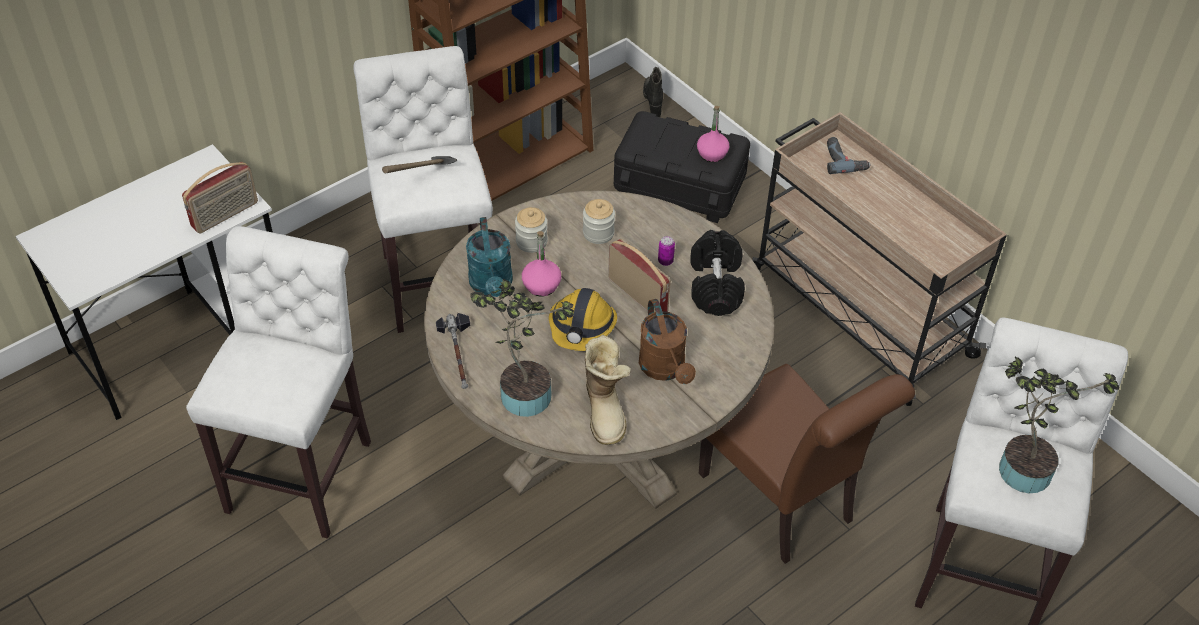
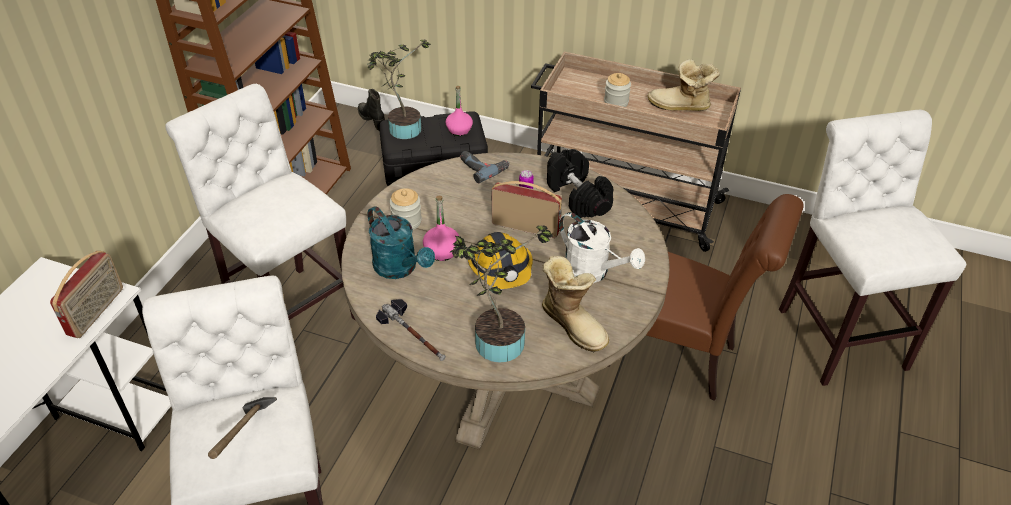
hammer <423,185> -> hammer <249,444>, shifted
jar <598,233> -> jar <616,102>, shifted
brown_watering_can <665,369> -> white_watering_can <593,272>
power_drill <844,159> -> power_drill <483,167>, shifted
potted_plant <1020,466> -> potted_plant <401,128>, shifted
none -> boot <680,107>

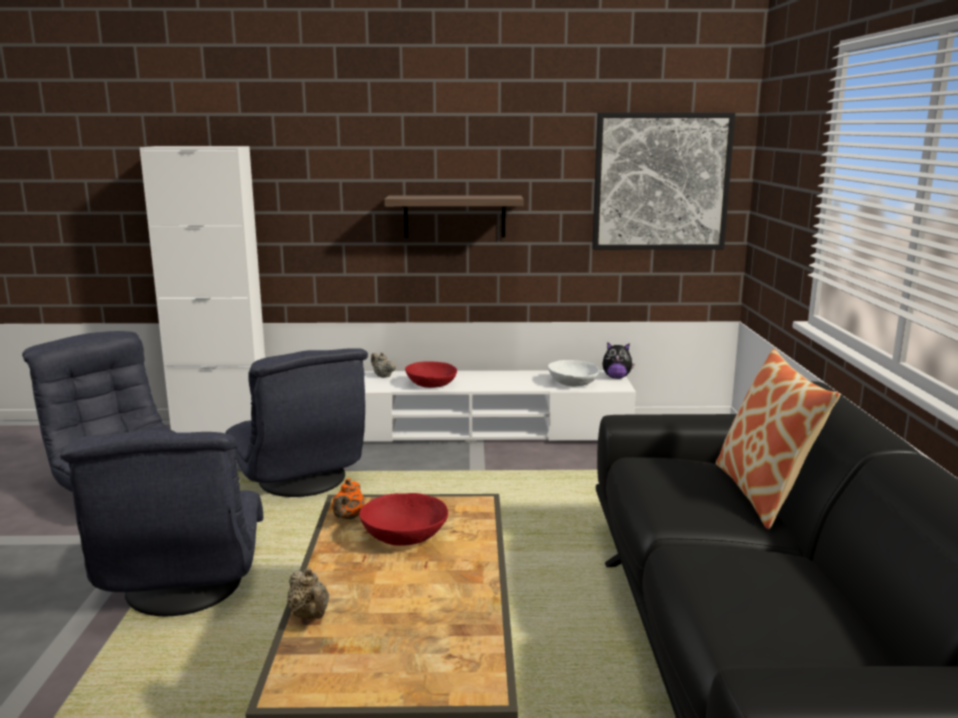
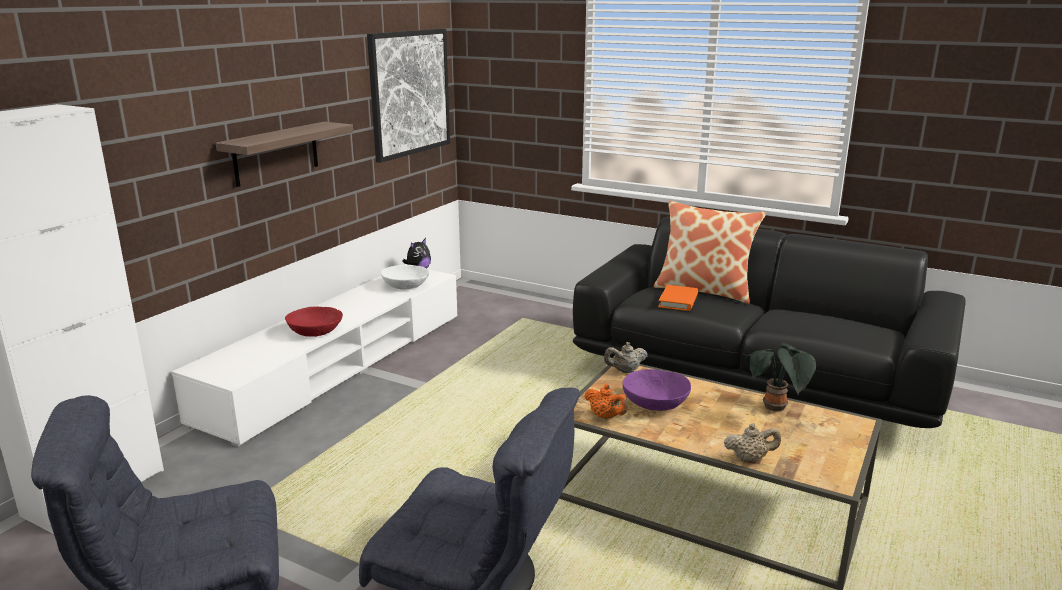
grey_armchair <300,481> -> none
red_bowl <404,536> -> purple_bowl <655,403>
beige_teapot <382,376> -> beige_teapot <625,371>, shifted
none -> orange_book <678,301>
none -> potted_plant <776,409>

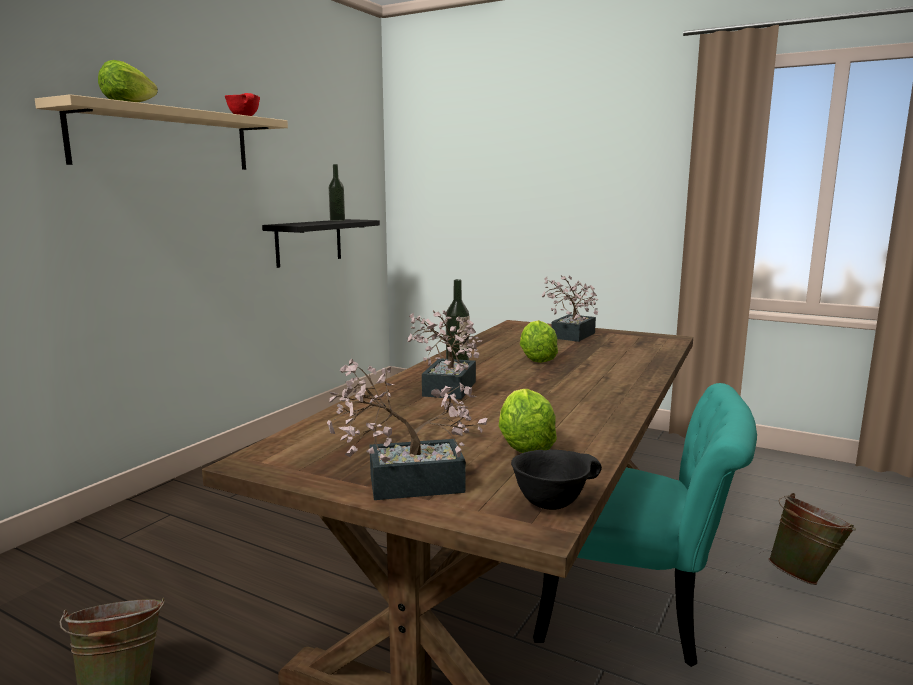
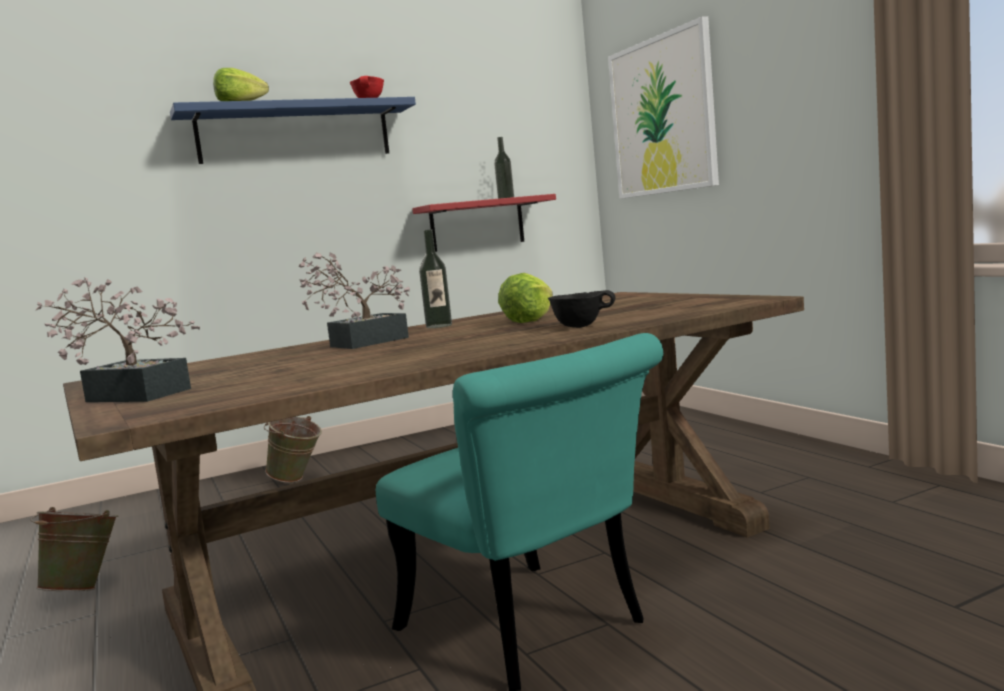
beige_shelf <164,140> -> blue_shelf <295,133>
black_shelf <309,242> -> red_shelf <477,224>
lettuce <524,445> -> none
black_bowl <551,503> -> black_bowl <580,326>, shifted
potted_plant <570,336> -> none
green_bucket <806,576> -> green_bucket <297,480>, shifted
none -> picture <662,116>

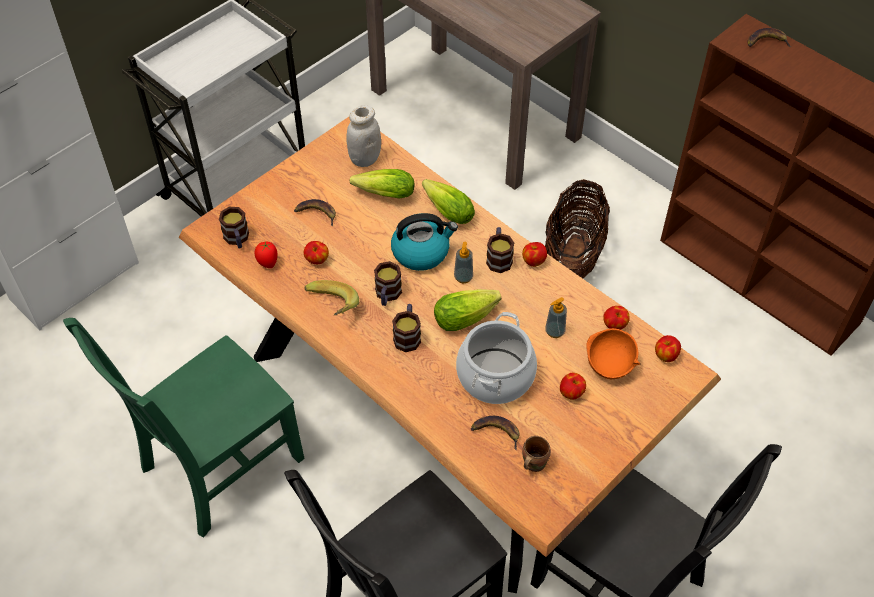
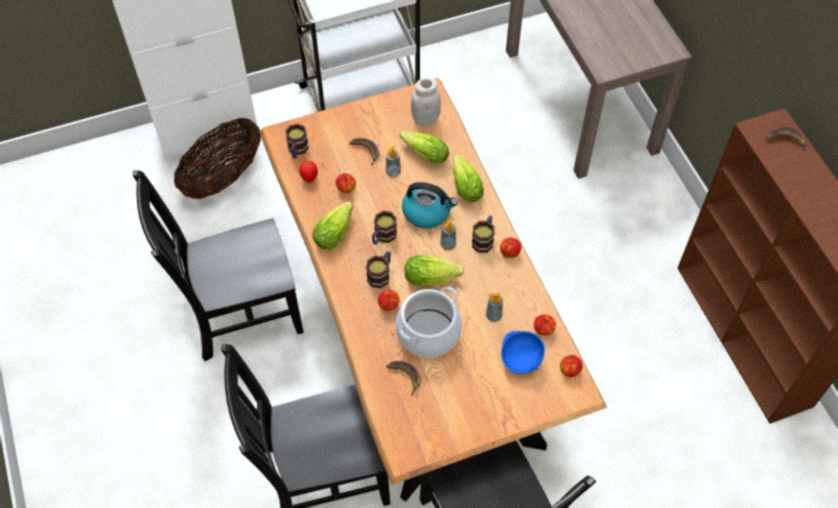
green_chair <217,466> -> black_chair <239,313>
banana <330,309> -> lettuce <336,231>
brown_mug <532,463> -> none
basket <572,256> -> basket <223,177>, shifted
apple <571,393> -> apple <389,305>, shifted
orange_bowl <610,365> -> blue_bowl <521,360>
none -> soap_dispenser <393,172>

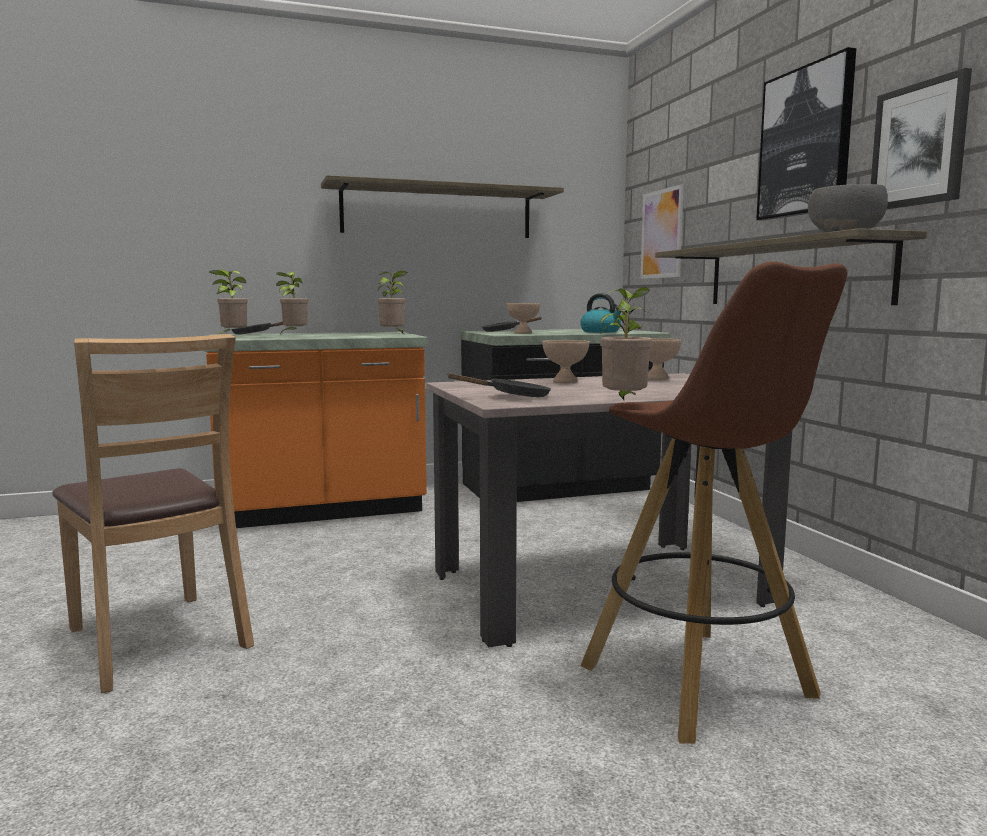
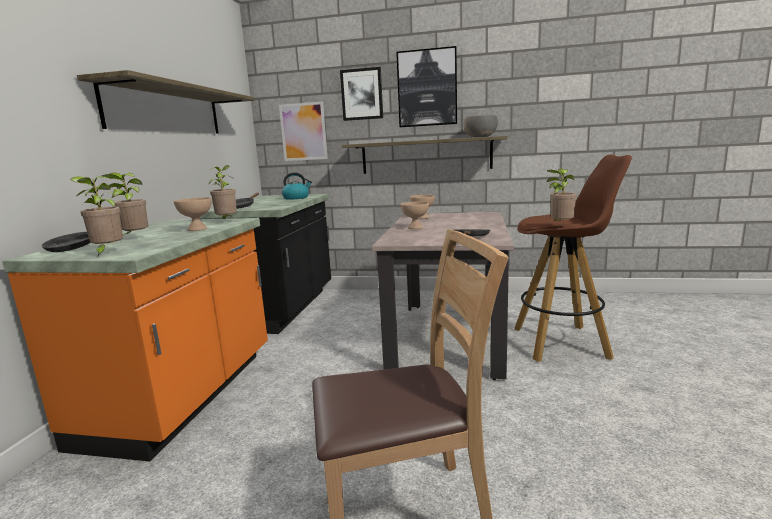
beige_bowl <523,333> -> beige_bowl <197,229>, shifted
picture <919,145> -> picture <362,94>, shifted

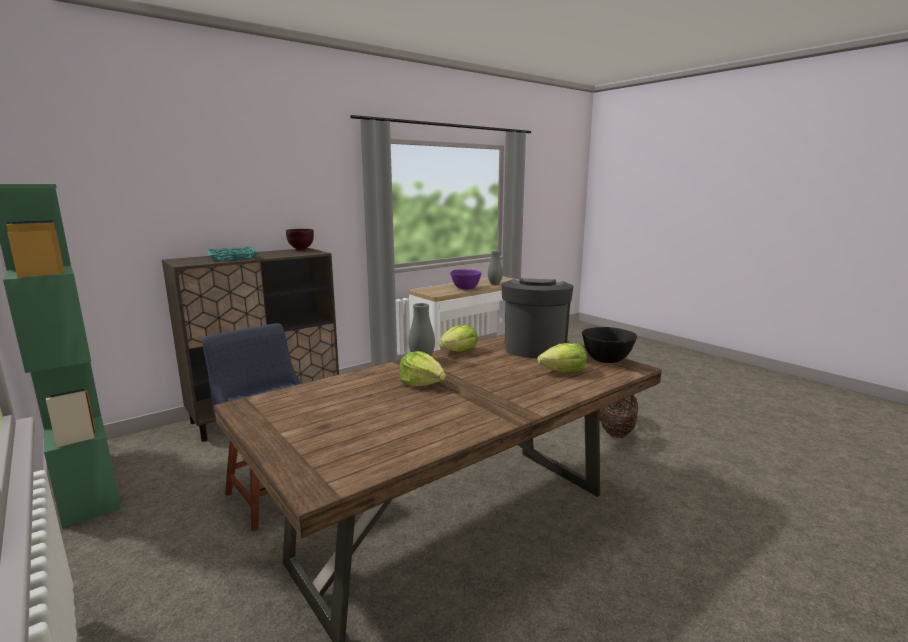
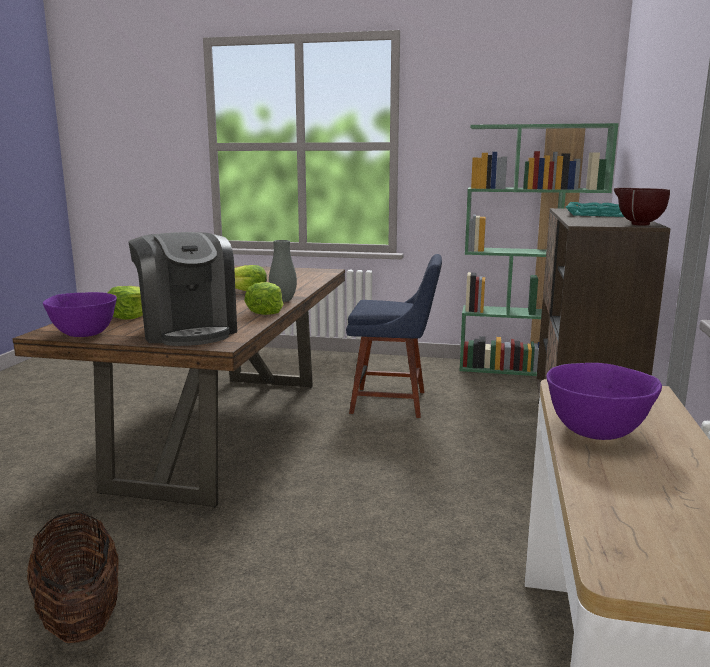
grey_vase <494,284> -> none
black_bowl <607,360> -> purple_bowl <84,334>

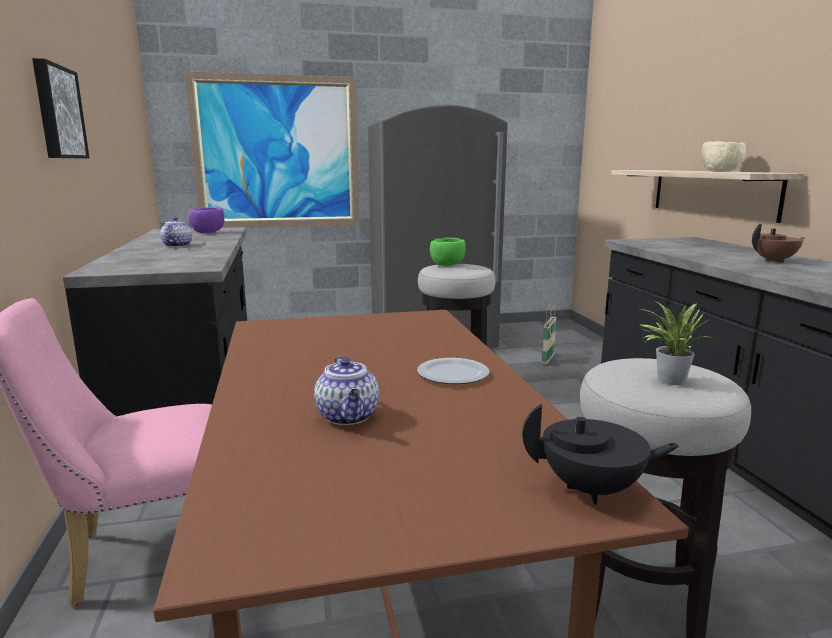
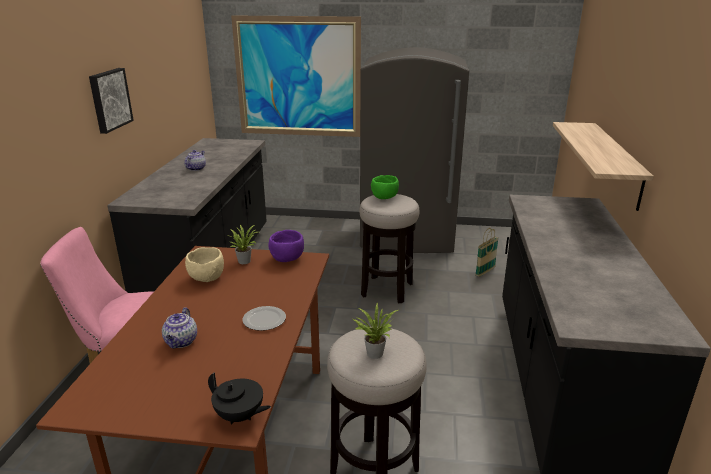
purple_bowl <208,232> -> purple_bowl <288,258>, shifted
beige_bowl <719,171> -> beige_bowl <206,277>, shifted
brown_teapot <774,261> -> none
none -> potted_plant <244,260>

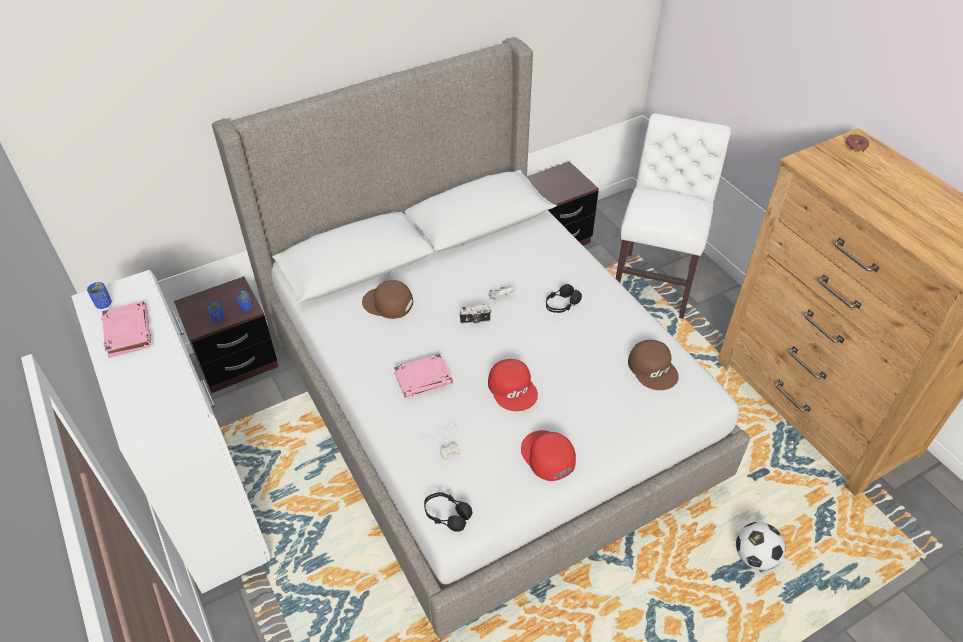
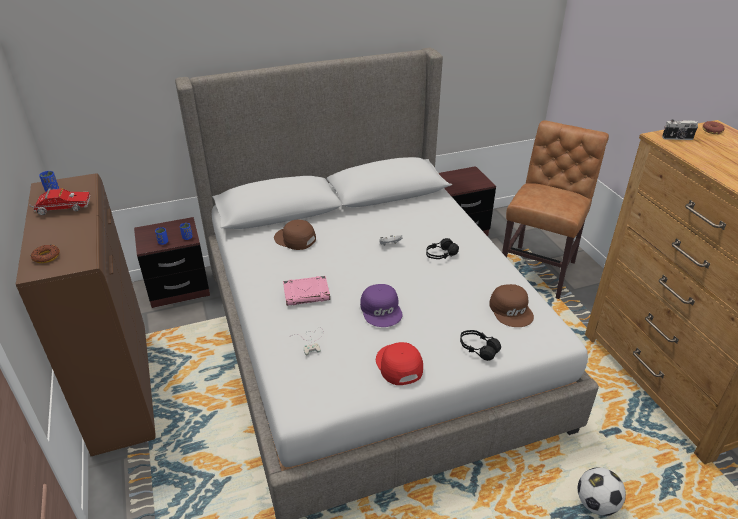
white_cabinet <209,504> -> brown_cabinet <121,389>
pink_book <127,332> -> toy_truck <61,209>
black_headphones <446,515> -> black_headphones <478,349>, shifted
photo_camera <475,321> -> photo_camera <678,138>, shifted
red_cap <513,388> -> purple_cap <381,310>
white_chair <655,281> -> brown_chair <539,268>
none -> donut <46,257>

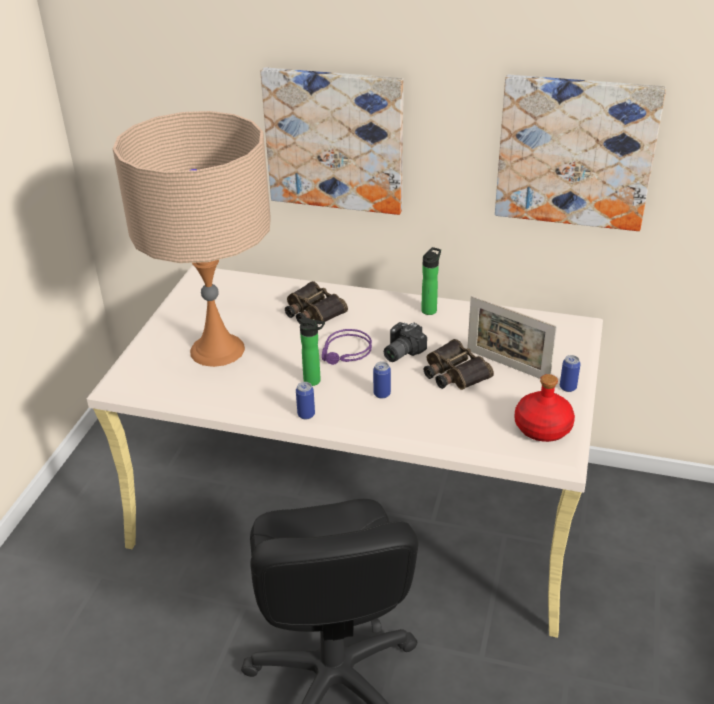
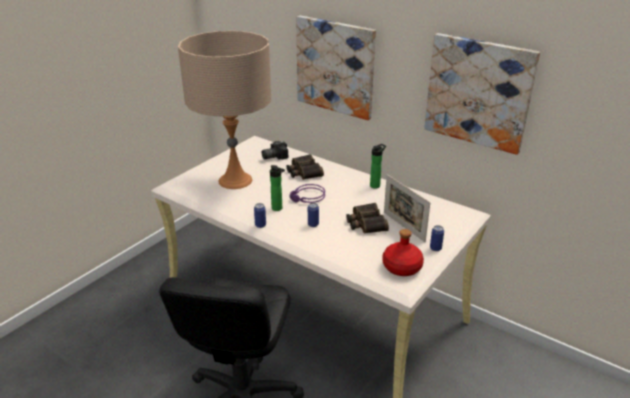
photo_camera <400,352> -> photo_camera <273,156>, shifted

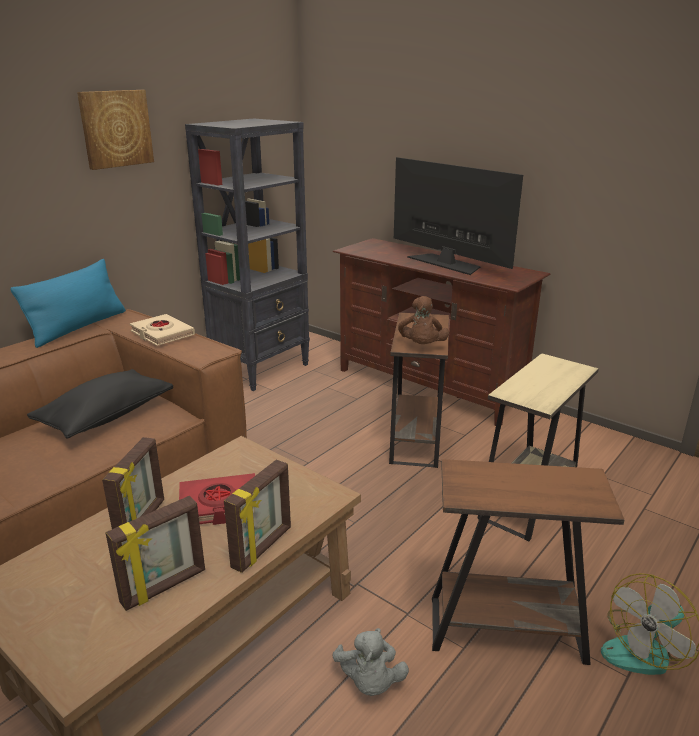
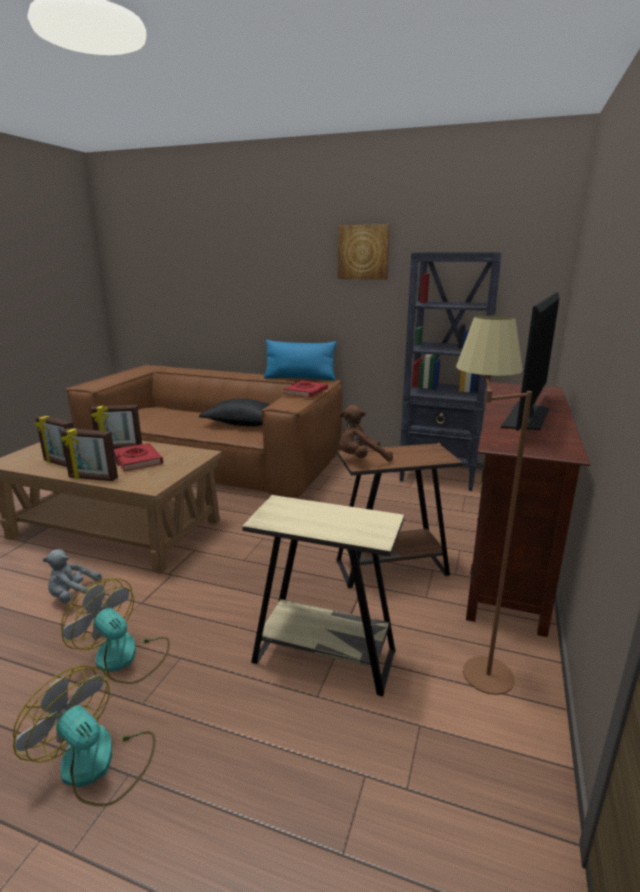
beige_book <162,334> -> red_book <305,392>
brown_side_table <506,630> -> fan <124,658>
none -> brown_floor_lamp <469,661>

